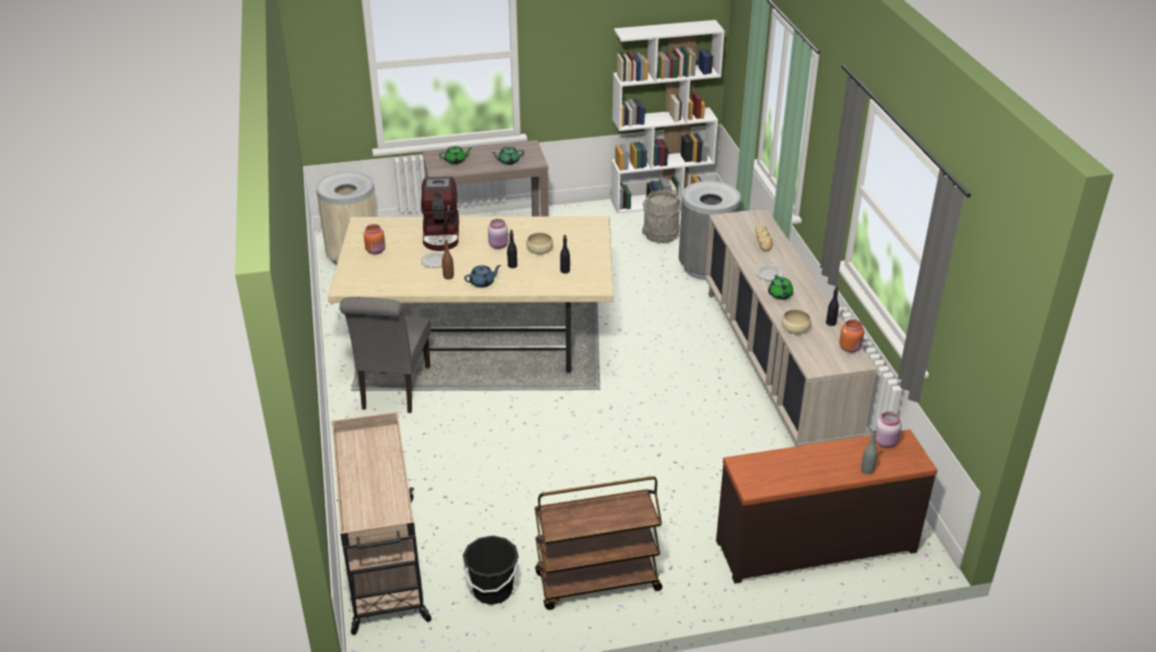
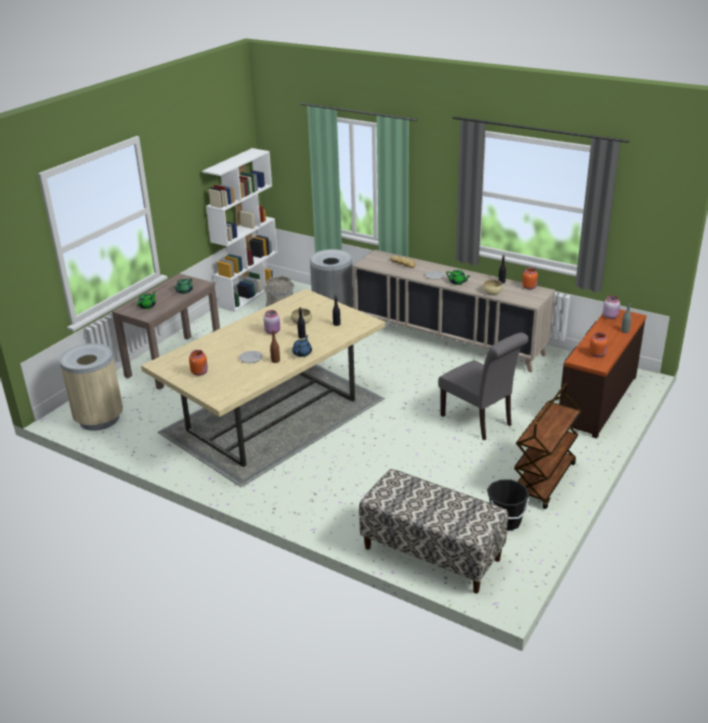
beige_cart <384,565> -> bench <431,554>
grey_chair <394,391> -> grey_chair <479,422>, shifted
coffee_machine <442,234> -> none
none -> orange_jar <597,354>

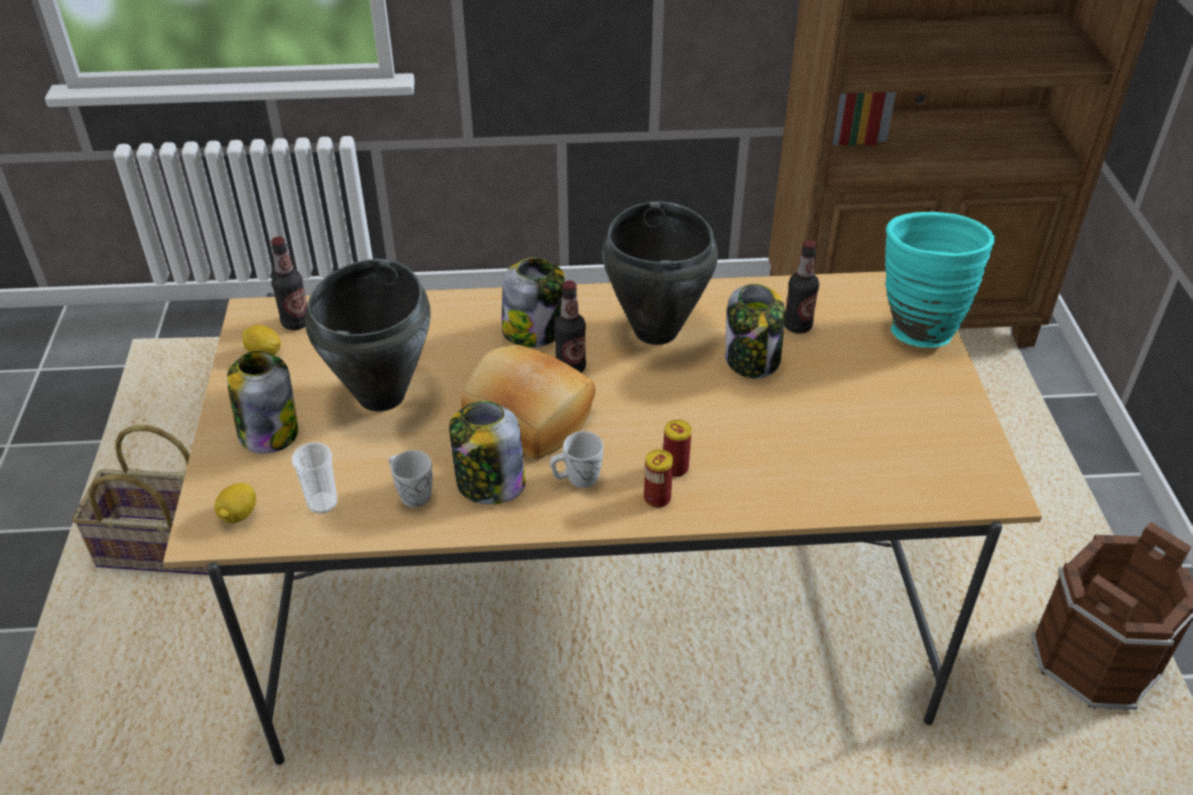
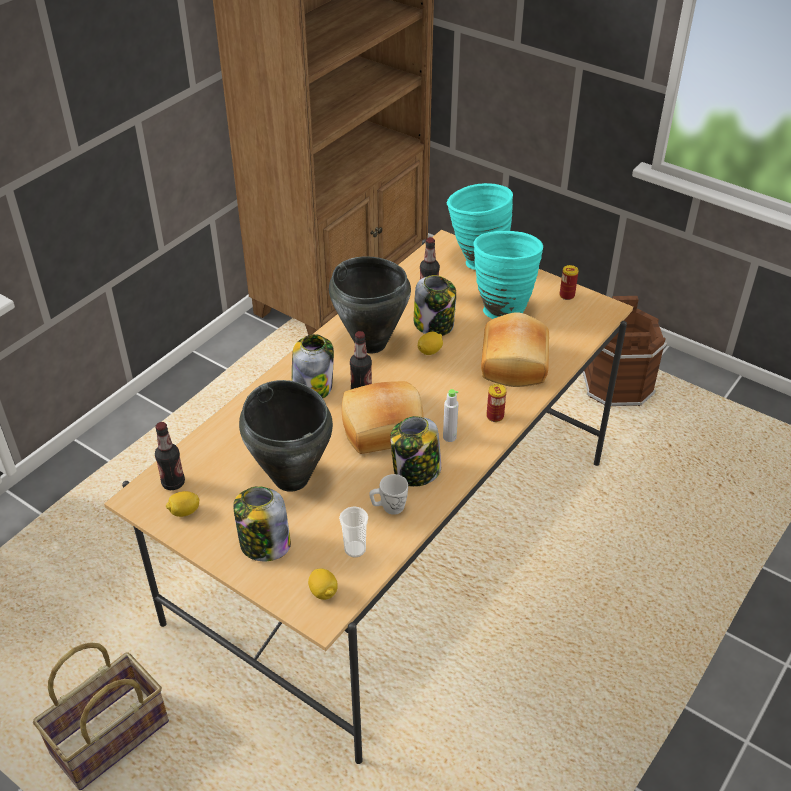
white_mug <576,479> -> grey_bottle <449,437>
can <675,468> -> can <567,295>, shifted
none -> lemon <430,351>
none -> turquoise_vase <501,307>
none -> bread <516,363>

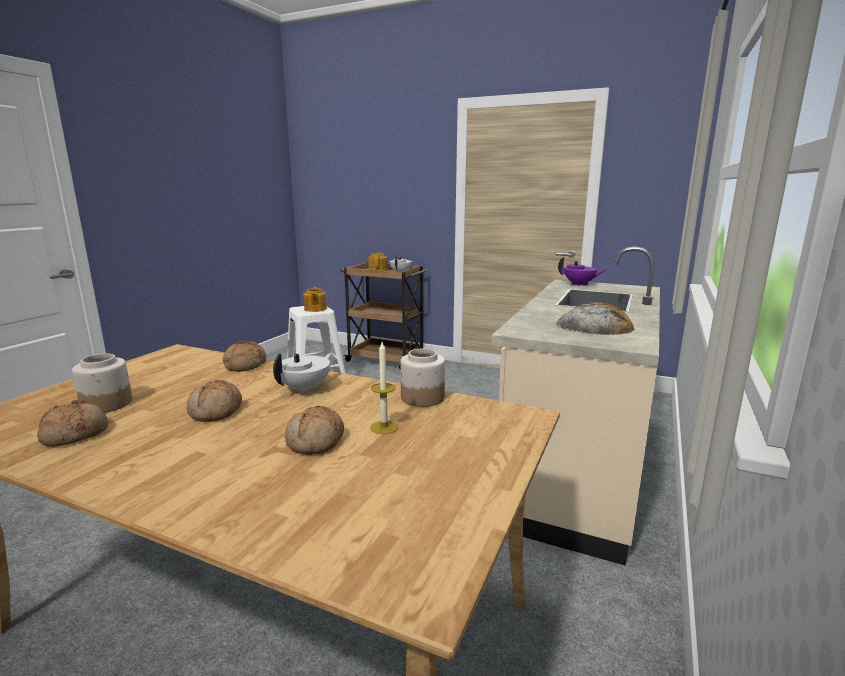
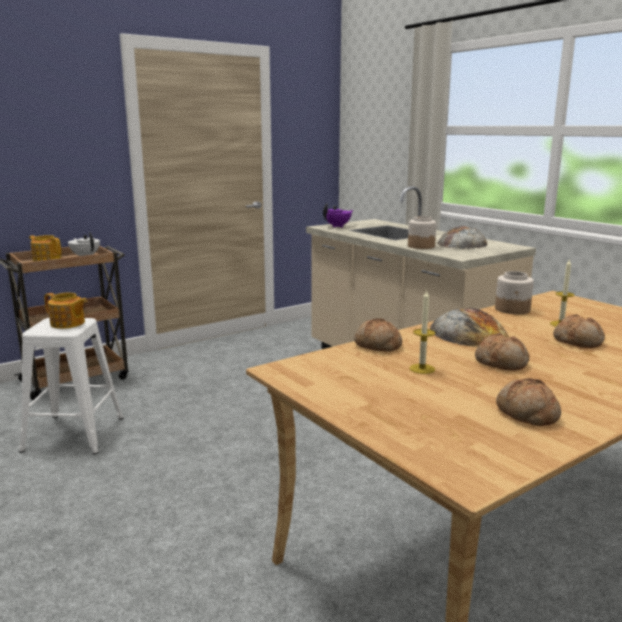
jar <107,404> -> jar <421,246>, shifted
white_teapot <306,389> -> bread <468,333>
none -> candle <422,369>

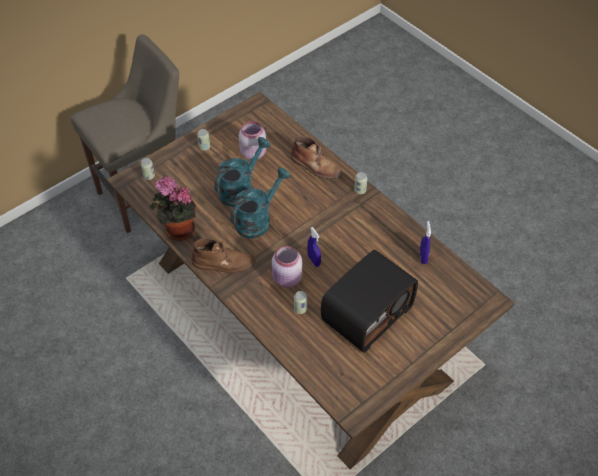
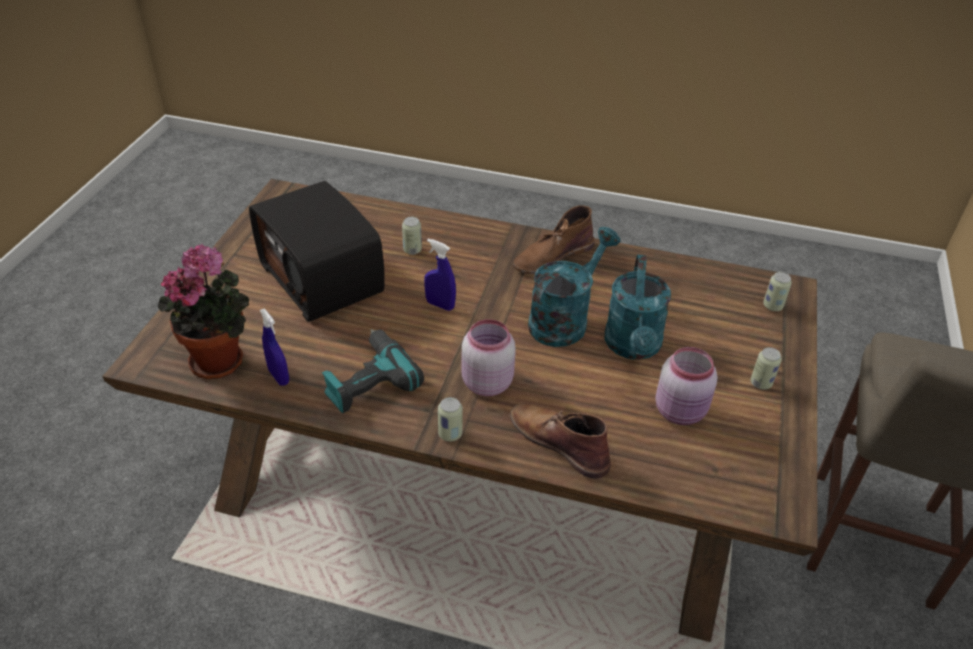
potted_plant <177,230> -> potted_plant <221,359>, shifted
turquoise_watering_can <258,220> -> turquoise_watering_can <564,319>, 150 degrees counterclockwise
pink_jar <287,279> -> pink_jar <486,382>, shifted
brown_boot <316,166> -> brown_boot <558,441>, 45 degrees clockwise
radio <366,313> -> radio <324,278>, 45 degrees counterclockwise
none -> power_drill <368,380>

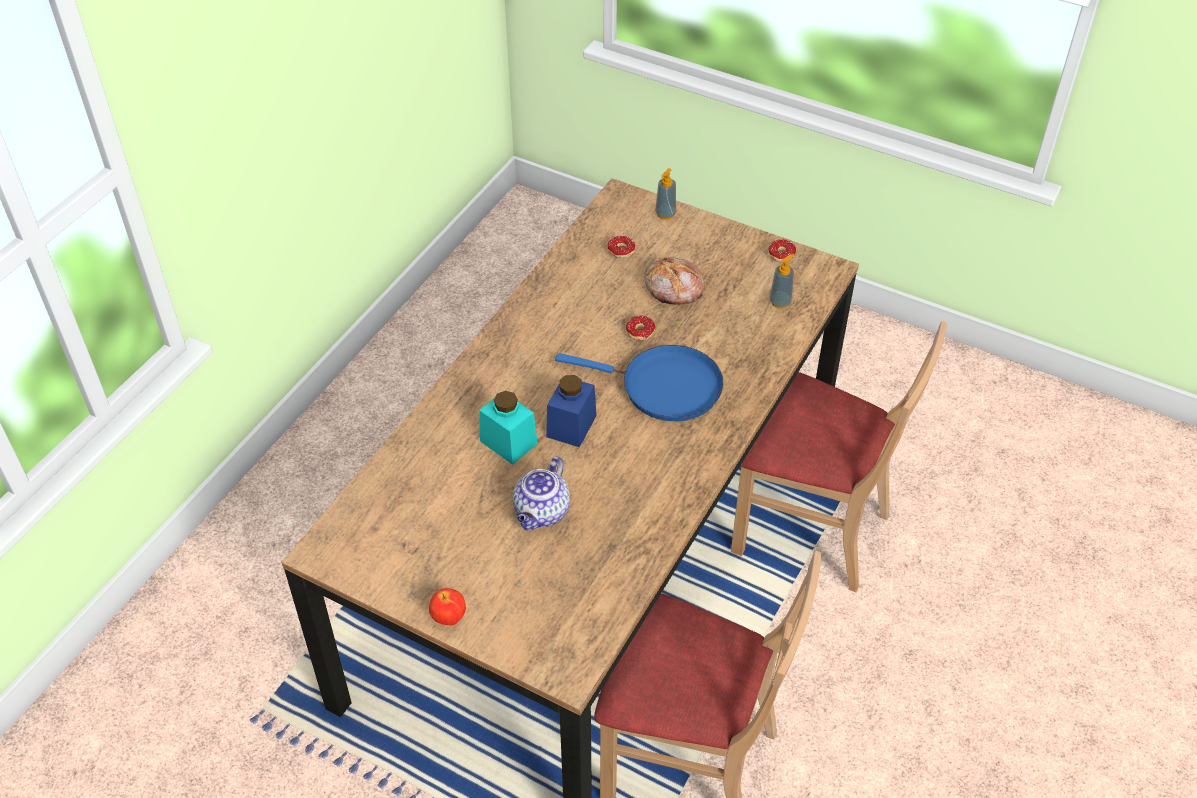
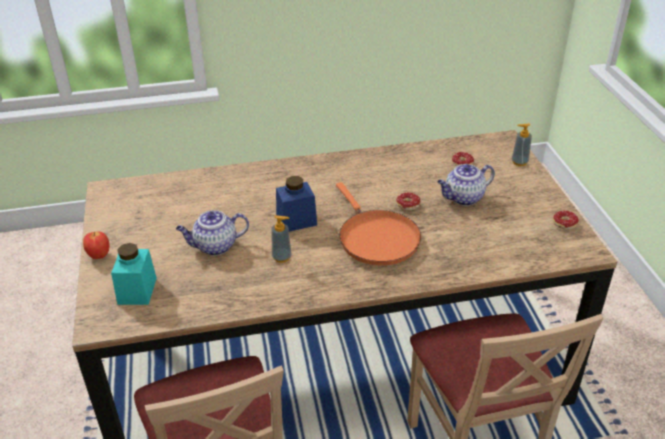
turquoise_jar <508,442> -> turquoise_jar <137,291>, shifted
blue_frying_pan <664,387> -> orange_frying_pan <376,238>
bread <674,289> -> teapot <463,198>
soap_dispenser <780,302> -> soap_dispenser <282,257>, shifted

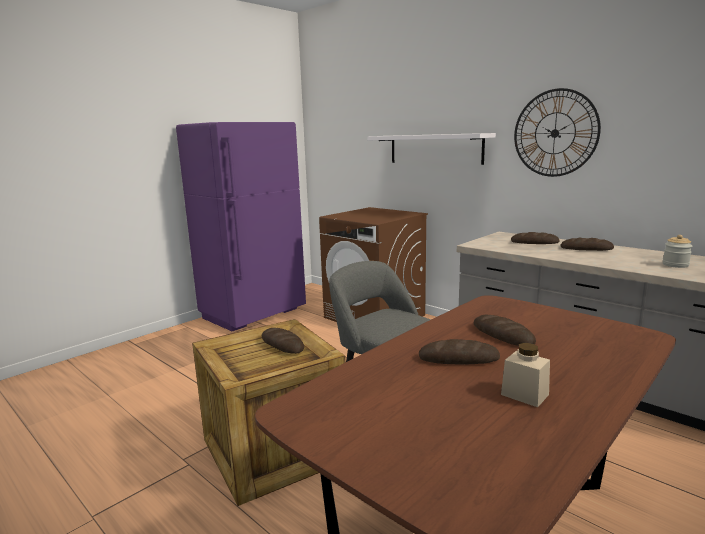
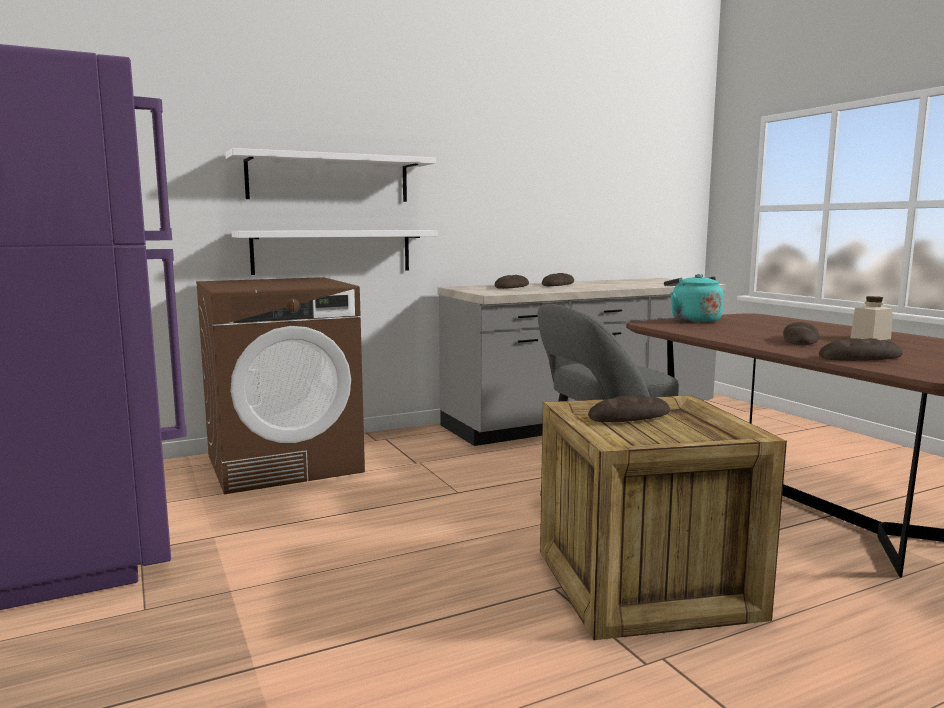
bread <502,335> -> bread <860,358>, shifted
wall_clock <555,133> -> none
jar <675,265> -> none
none -> white_shelf <332,251>
none -> turquoise_kettle <692,321>

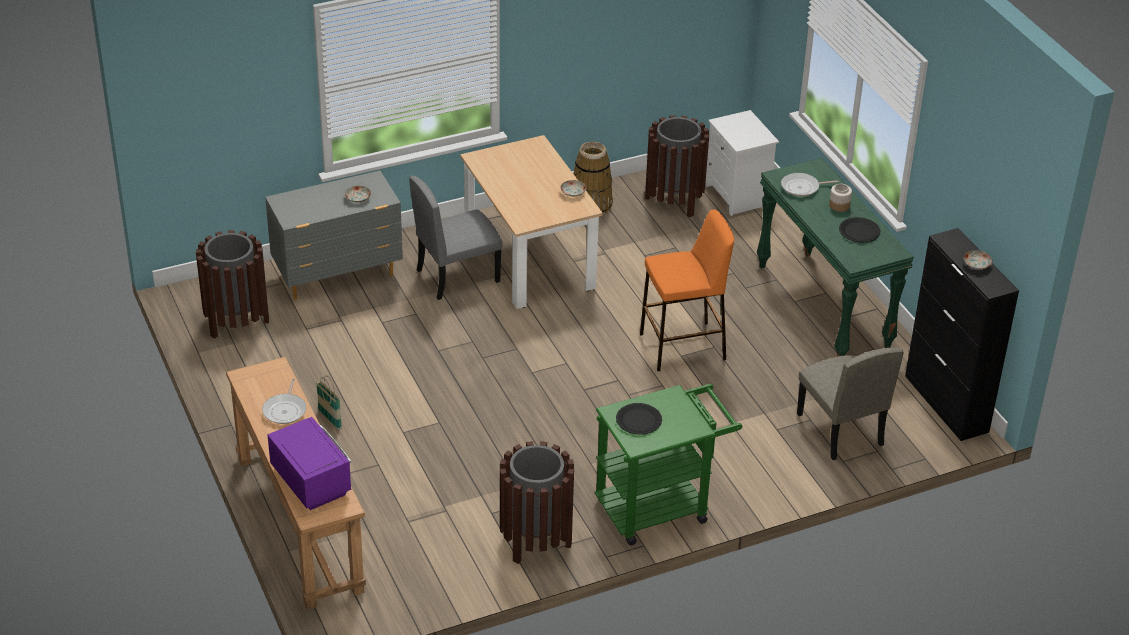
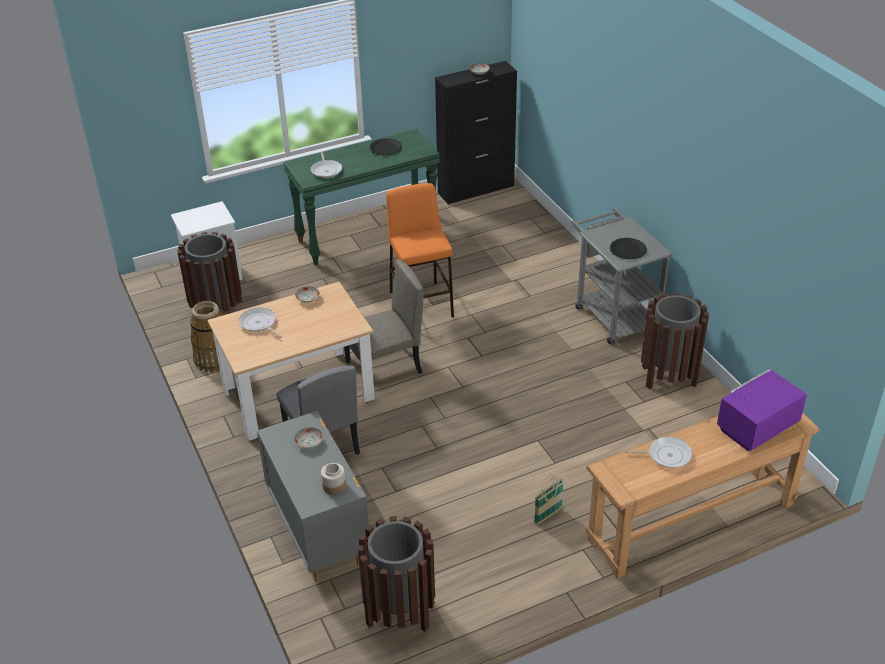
green_cart <660,506> -> grey_cart <612,313>
beige_chair <839,429> -> beige_chair <384,368>, shifted
jar <839,205> -> jar <334,486>, shifted
none -> frying_pan <259,324>

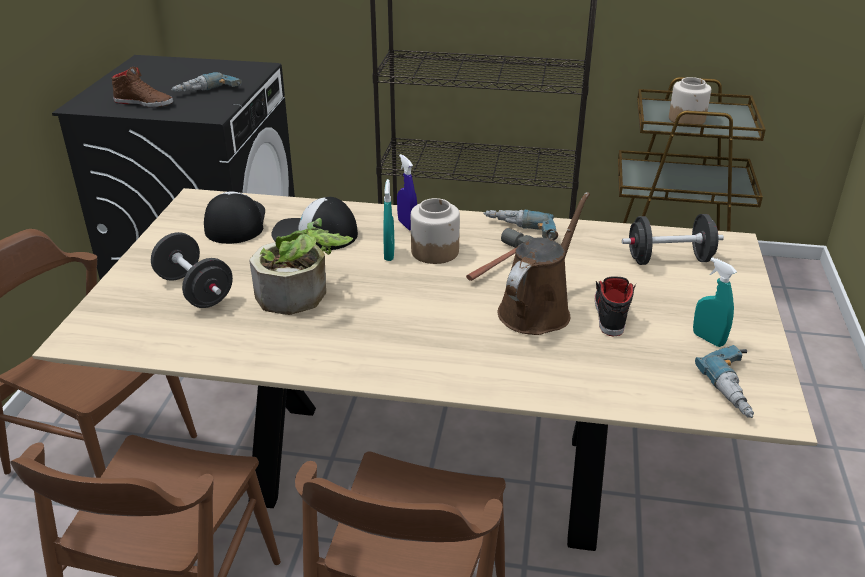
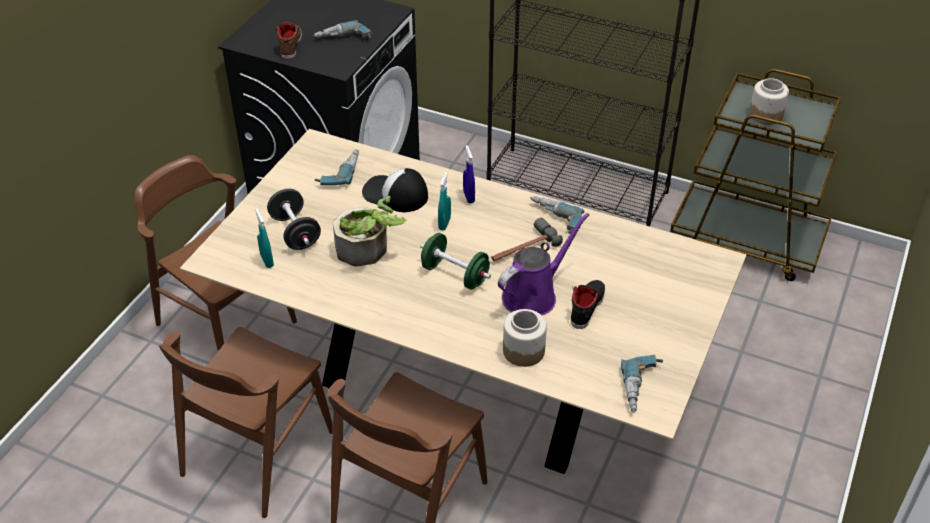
brown_shoe <144,102> -> brown_shoe <290,44>, 120 degrees counterclockwise
cap <235,222> -> power_drill <339,172>
jar <435,251> -> jar <524,350>, shifted
brown_watering_can <538,310> -> purple_watering_can <533,295>
black_dumbbell <669,260> -> none
turquoise_spray_bottle <708,339> -> turquoise_spray_bottle <267,261>, shifted
none -> green_dumbbell <455,274>

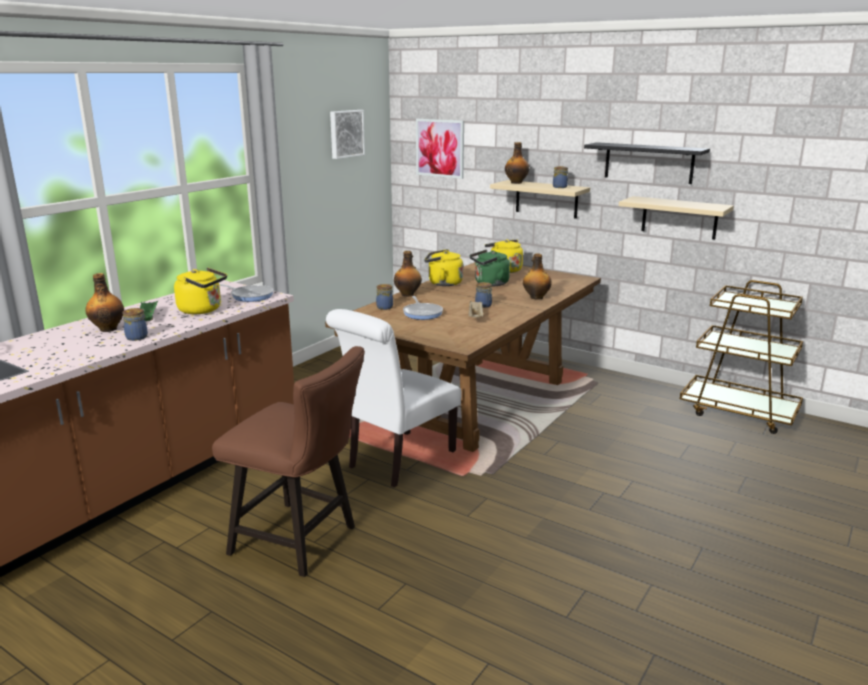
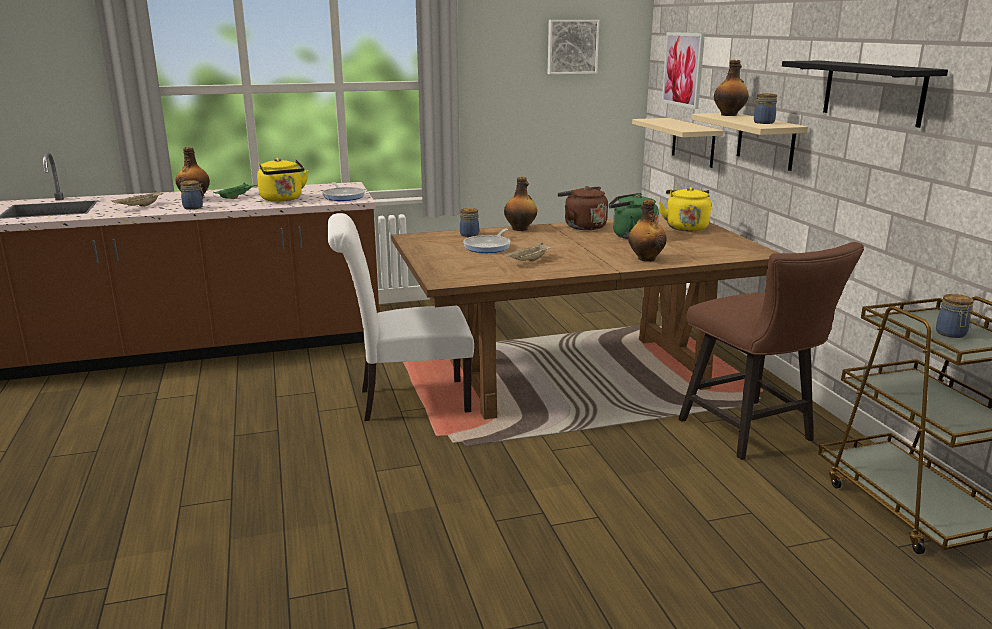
brown_chair <301,541> -> brown_chair <752,433>, shifted
yellow_kettle <443,283> -> brown_kettle <582,226>
jar <484,305> -> jar <951,334>, shifted
beige_shelf <679,217> -> beige_shelf <693,142>, shifted
none -> beige_tray <139,207>

